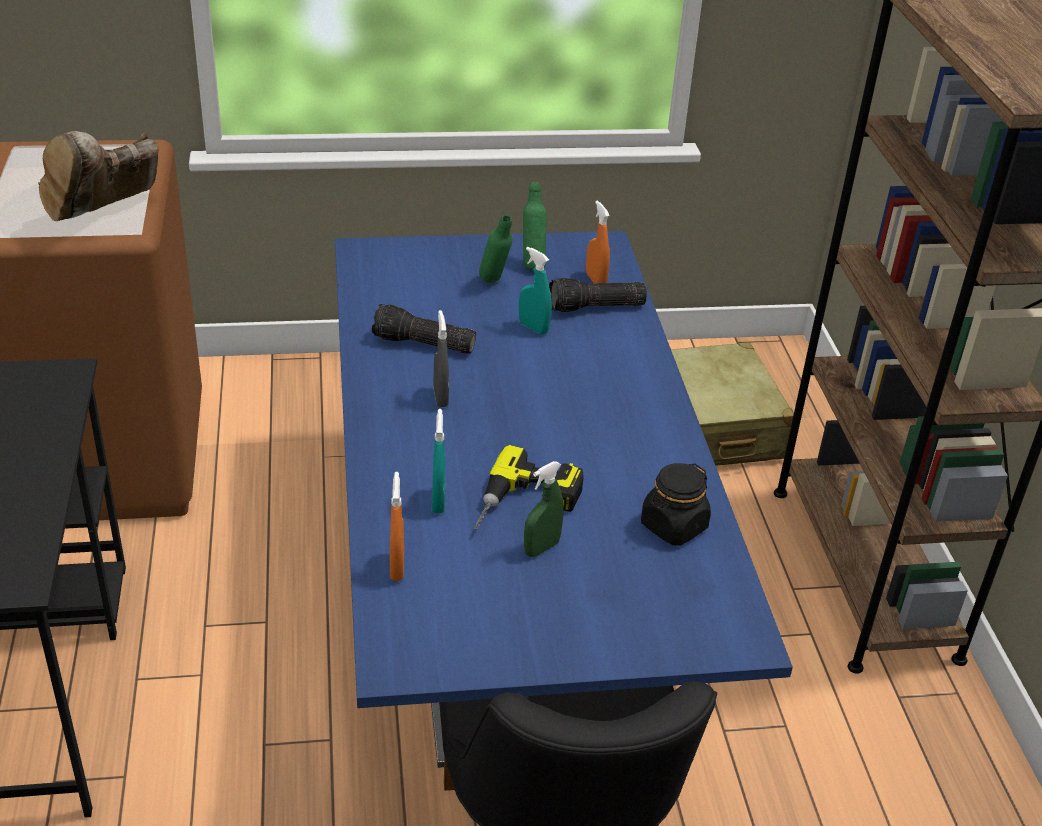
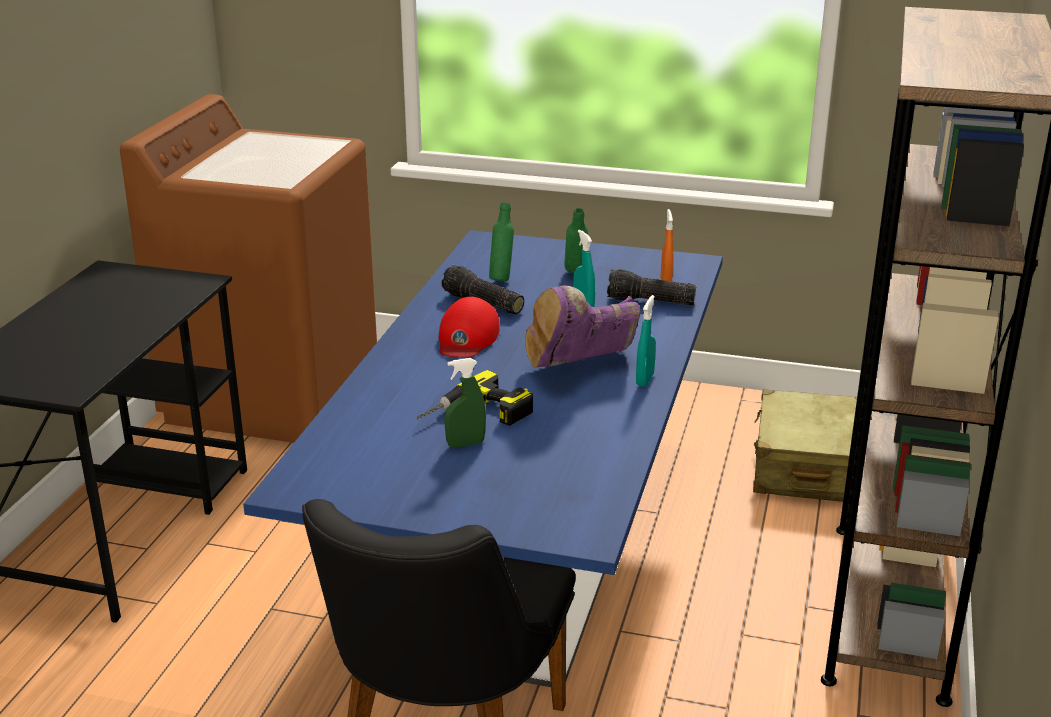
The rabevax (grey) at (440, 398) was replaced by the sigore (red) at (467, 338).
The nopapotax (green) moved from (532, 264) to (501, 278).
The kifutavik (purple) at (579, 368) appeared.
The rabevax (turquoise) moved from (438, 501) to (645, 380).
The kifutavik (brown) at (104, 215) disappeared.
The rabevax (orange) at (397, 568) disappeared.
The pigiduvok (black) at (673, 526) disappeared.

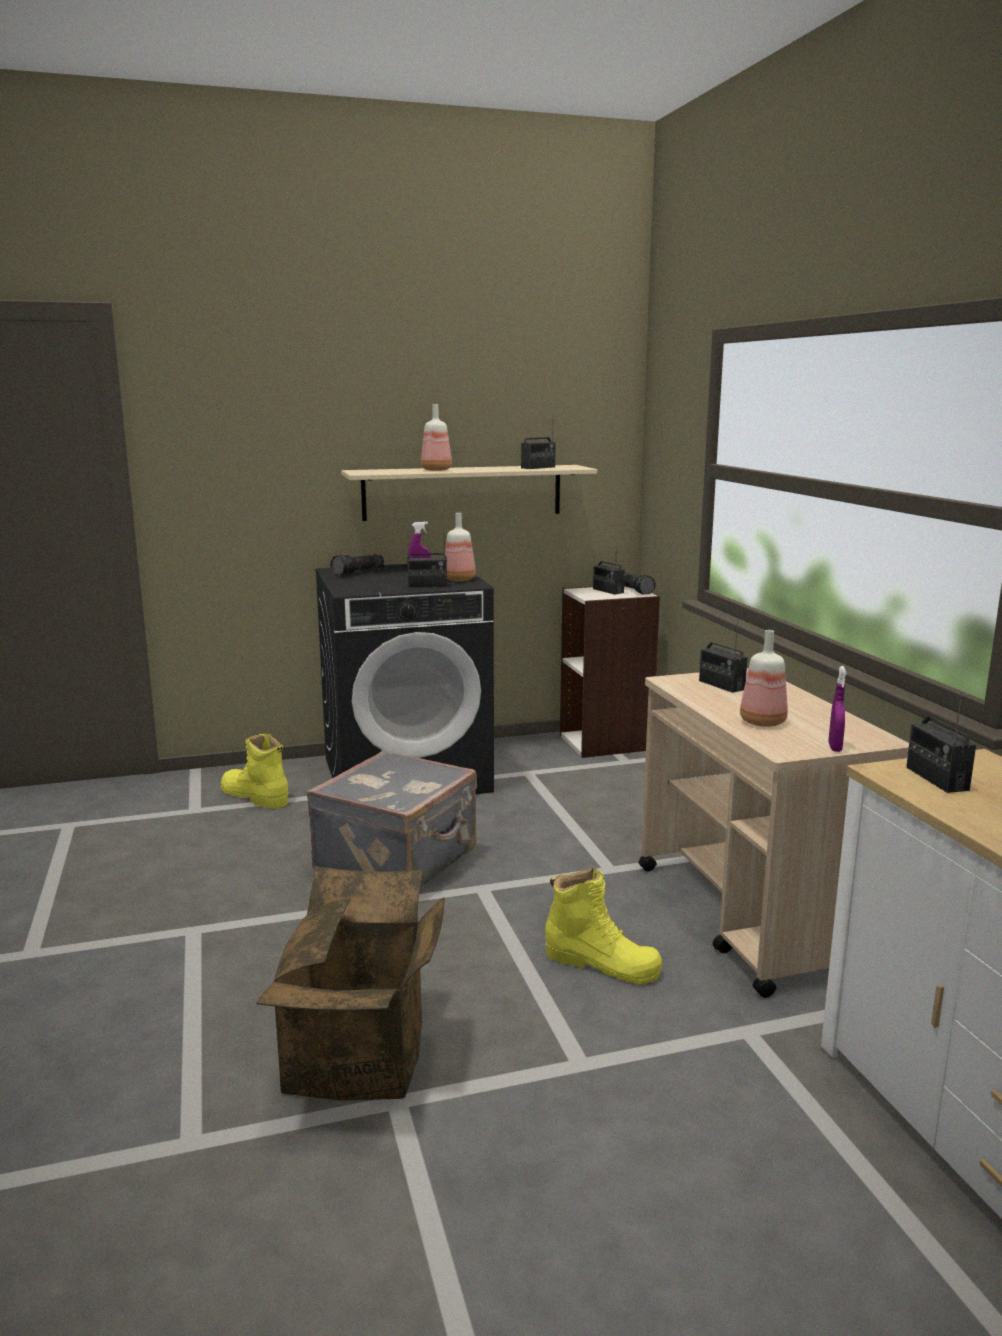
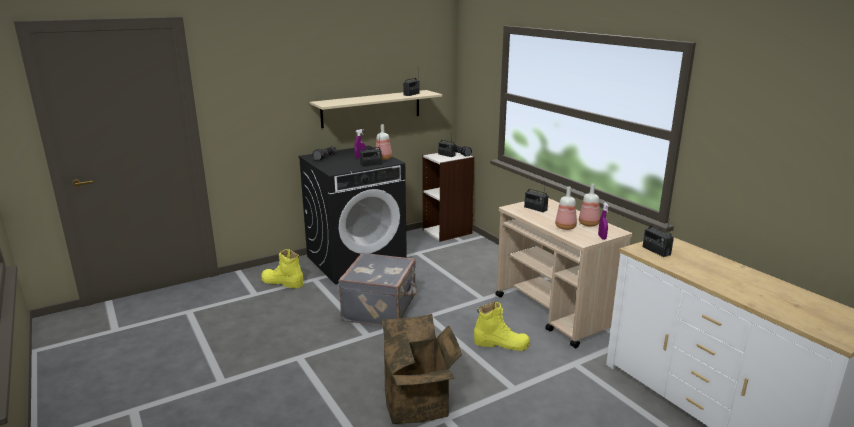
The nopapotax moved from (437, 470) to (589, 224).

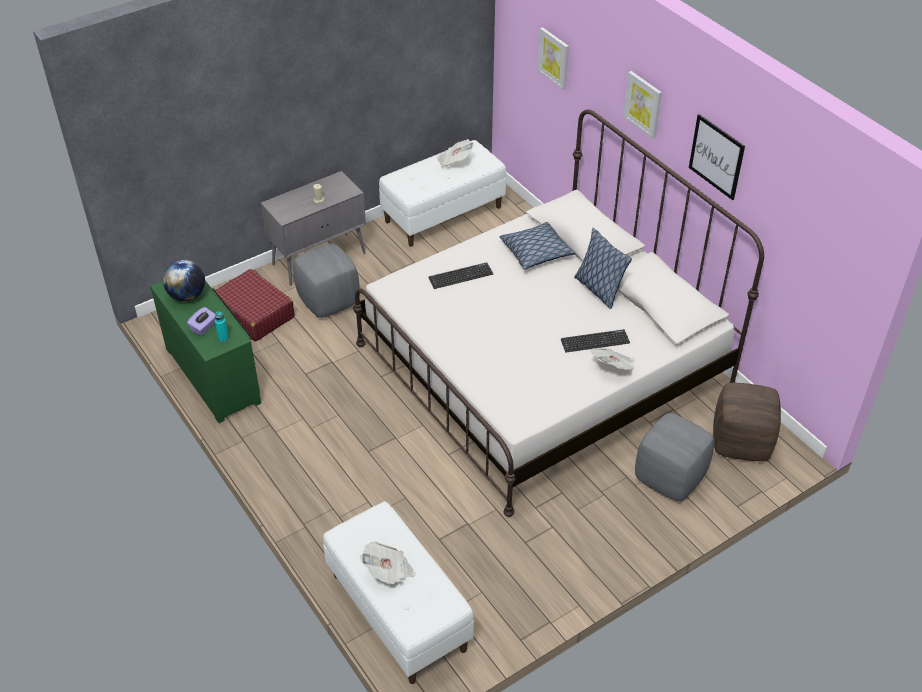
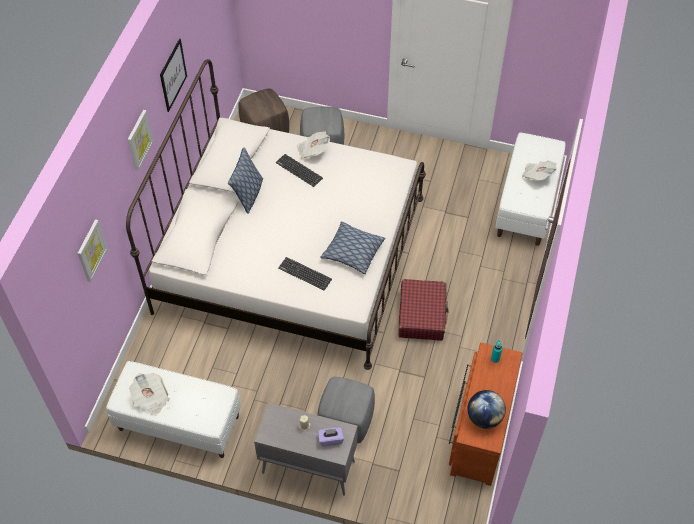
The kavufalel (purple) moved from (204, 327) to (330, 439).
The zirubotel moved from (536, 252) to (352, 252).
The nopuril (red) moved from (254, 314) to (422, 315).
The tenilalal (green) at (215, 374) became the tenilalal (brown) at (478, 431).

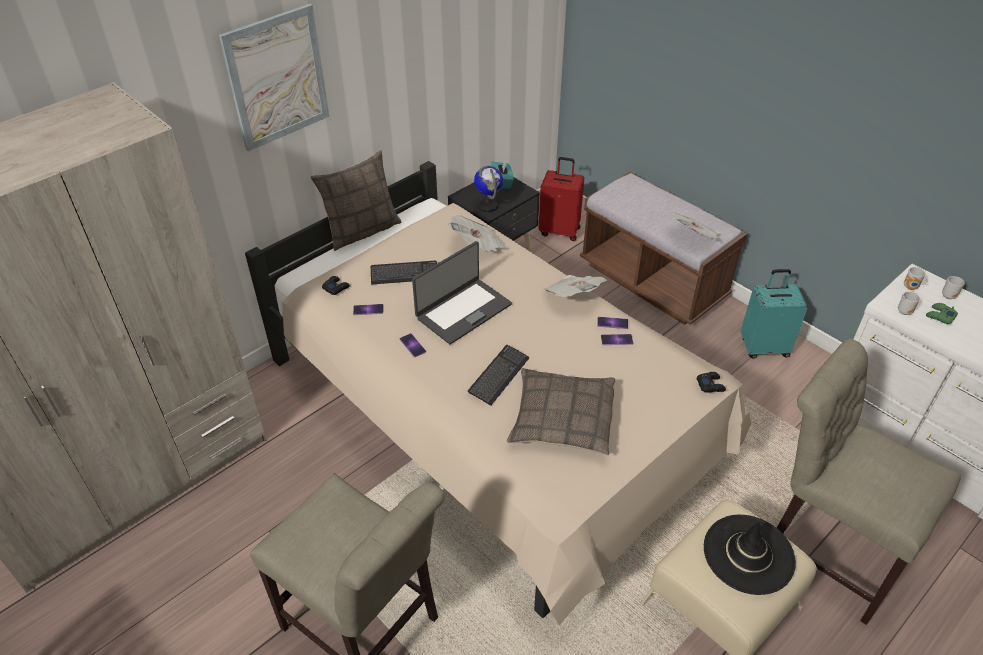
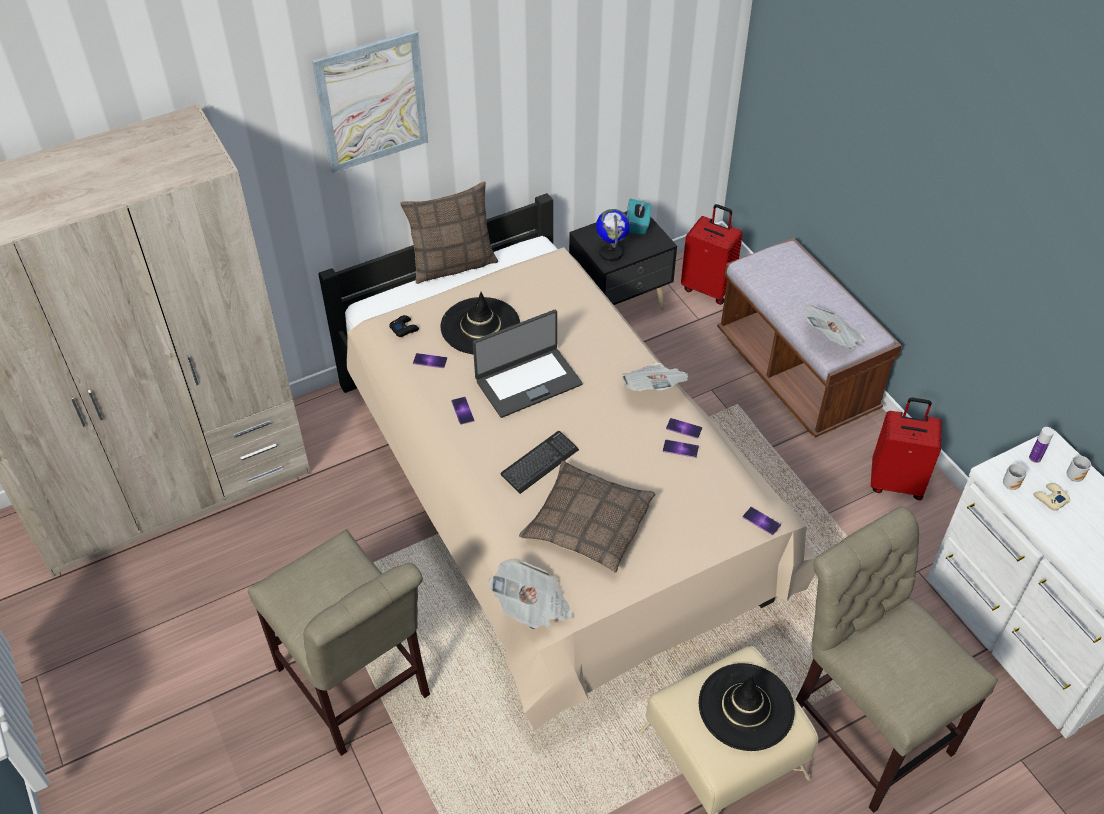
The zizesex at (404, 274) was replaced by the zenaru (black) at (480, 326).
The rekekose moved from (479, 247) to (532, 606).
The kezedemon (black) at (710, 385) was replaced by the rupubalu at (761, 521).
The nopuril (turquoise) at (763, 347) became the nopuril (red) at (896, 482).
The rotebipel at (911, 288) was replaced by the nopapotax at (1034, 458).
The kezedemon (green) at (940, 316) became the kezedemon (beige) at (1050, 499).

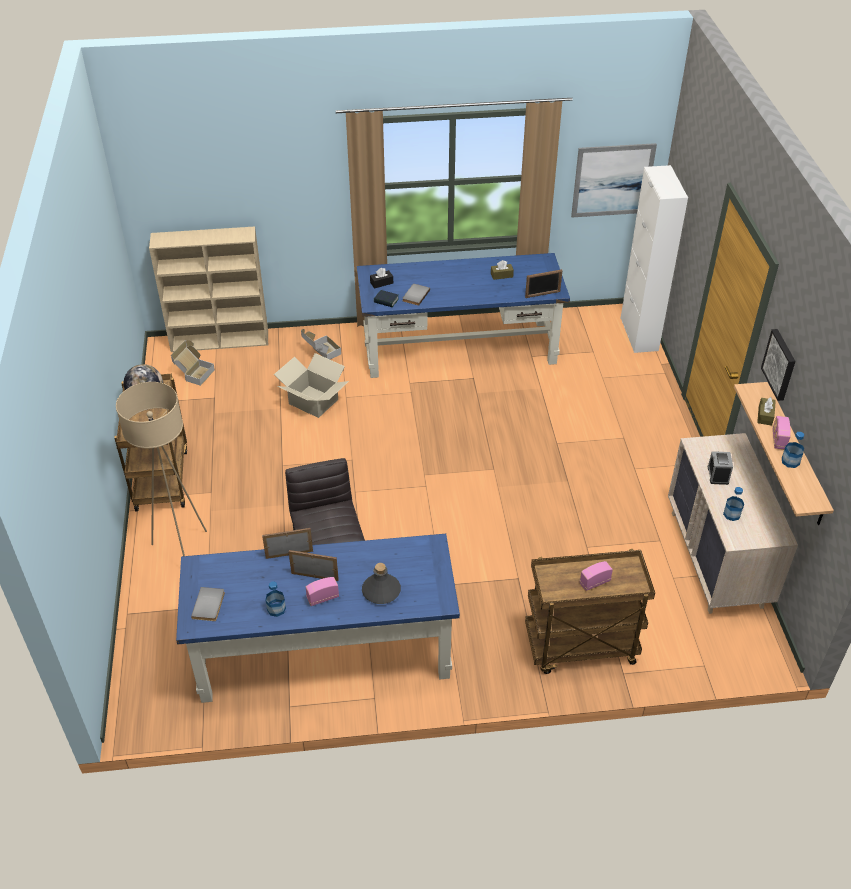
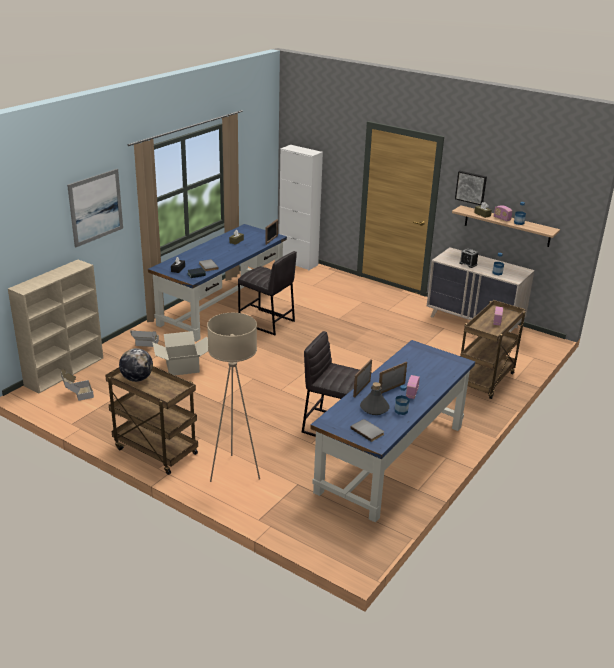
The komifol moved from (612, 180) to (95, 207).
The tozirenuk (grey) at (266, 322) appeared.
The nopapotax (grey) moved from (381, 591) to (374, 408).

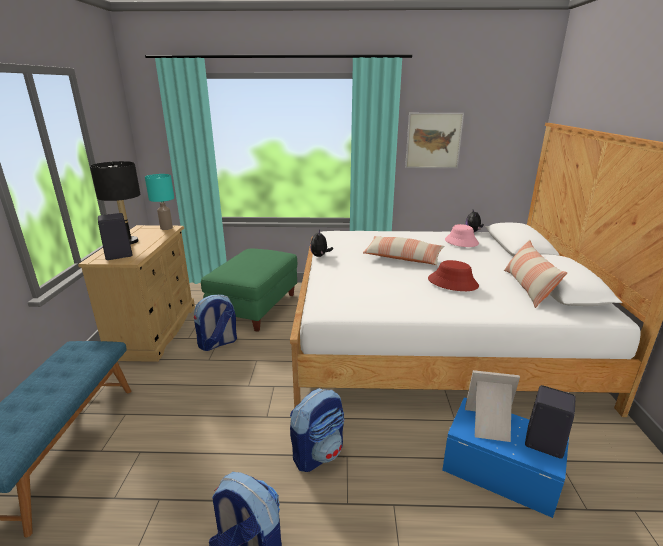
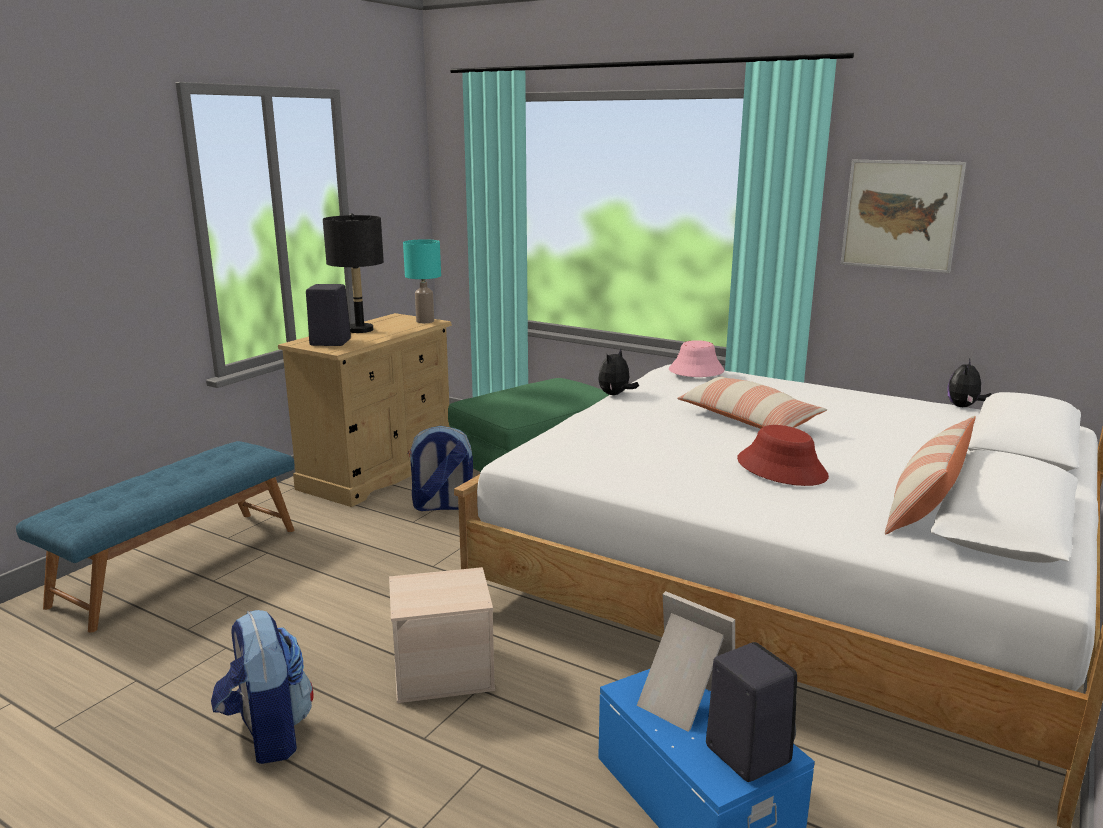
The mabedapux at (318, 453) was replaced by the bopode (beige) at (444, 671).
The zenaru (pink) moved from (461, 242) to (696, 371).

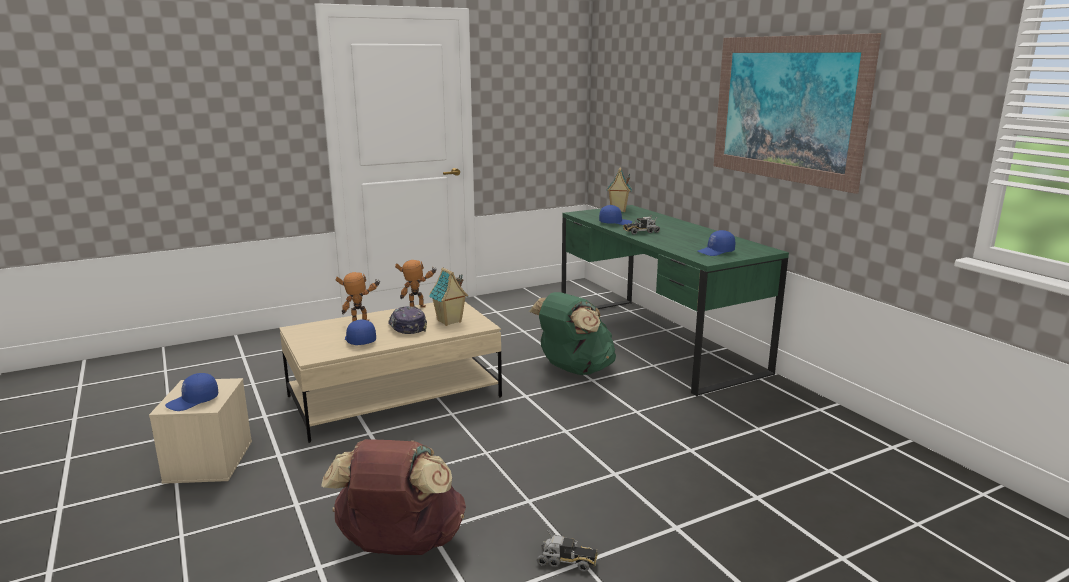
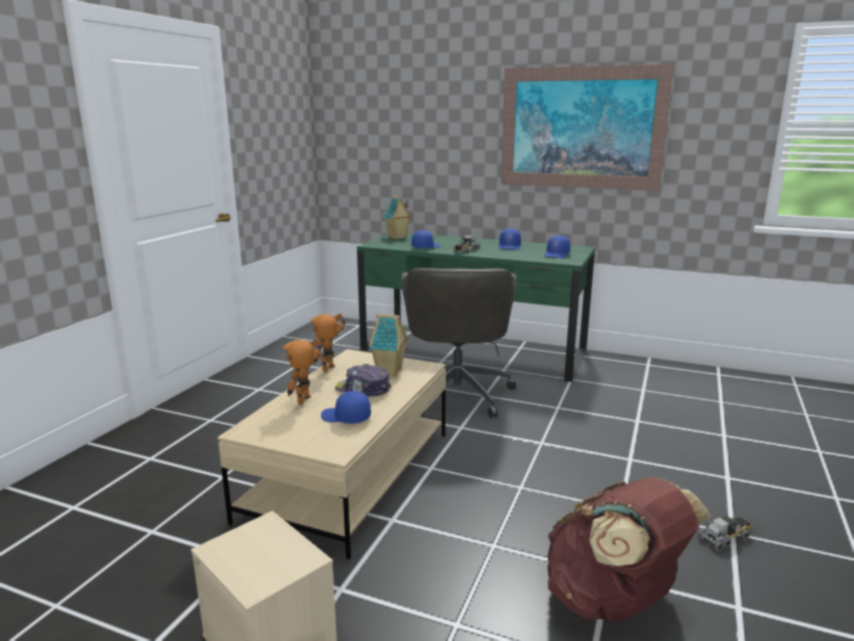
The mabedapux (green) at (574, 370) was replaced by the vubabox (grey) at (457, 392).
The sigore (blue) moved from (193, 401) to (510, 247).

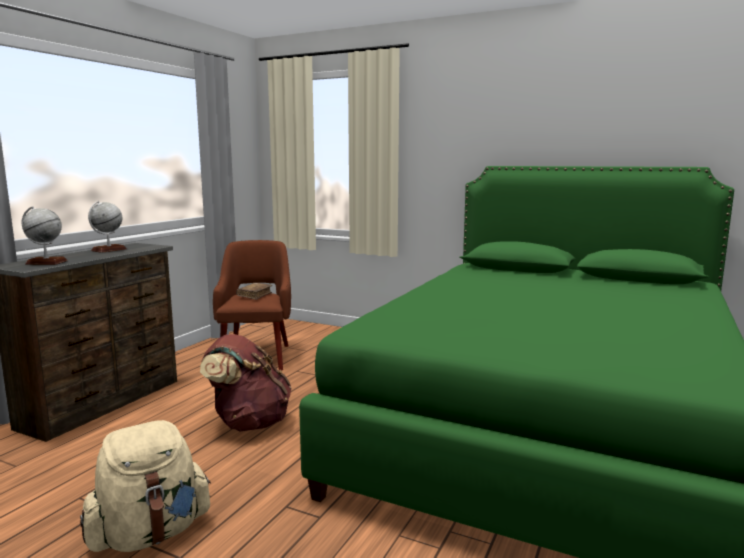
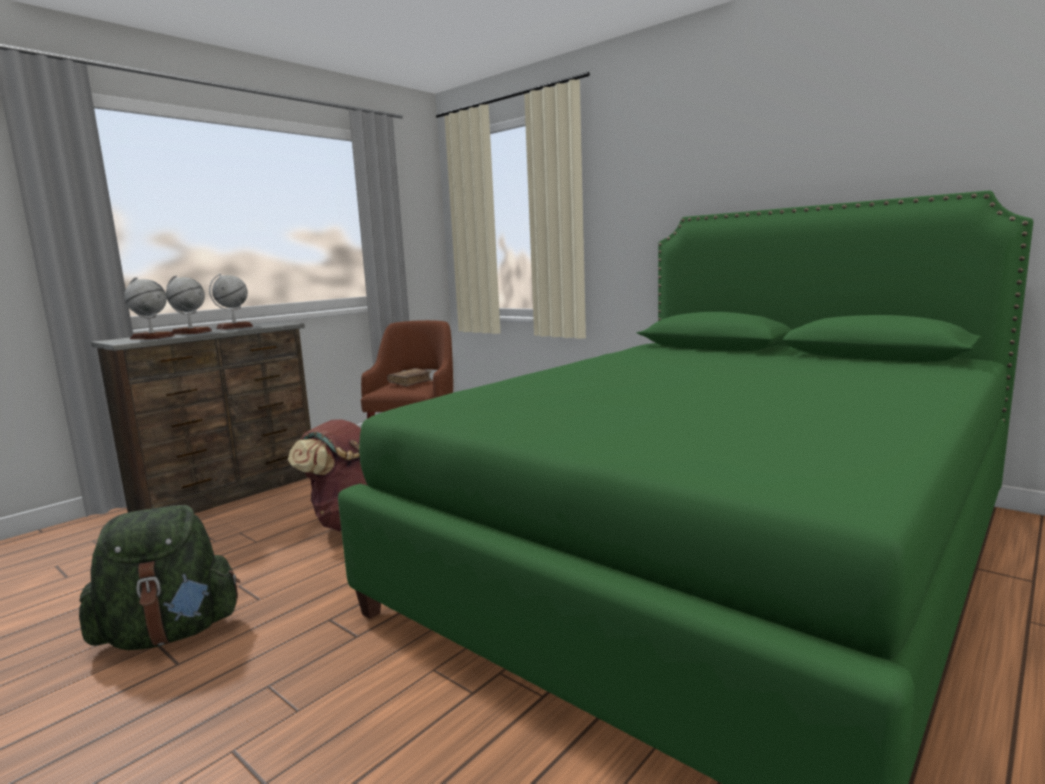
The mabedapux (beige) at (150, 534) became the mabedapux (green) at (169, 633).
The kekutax at (191, 332) appeared.

